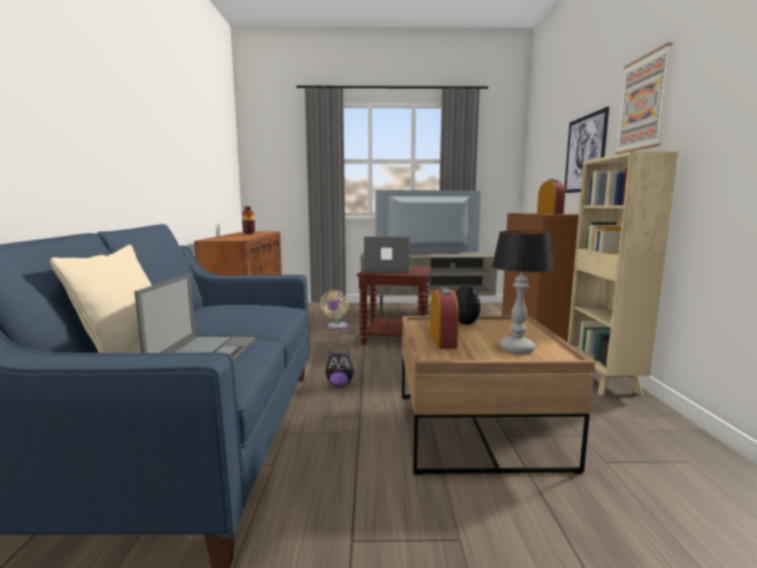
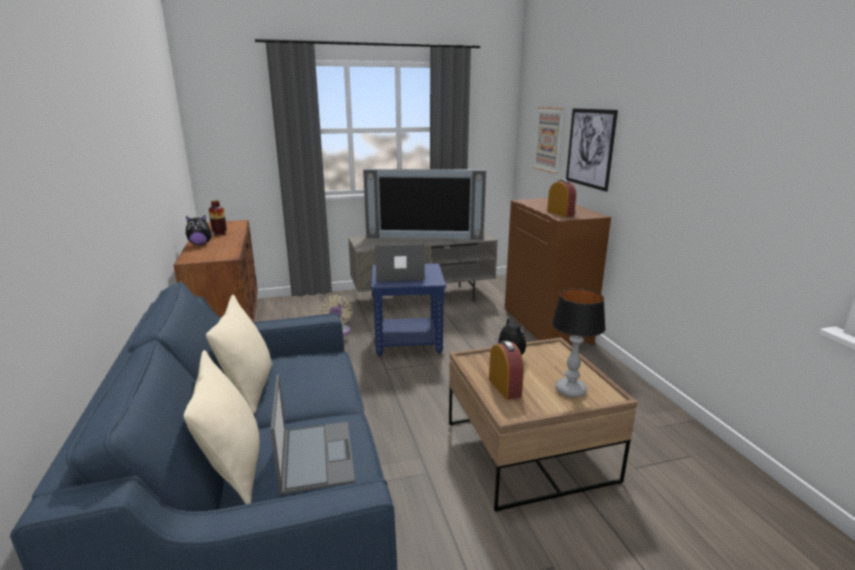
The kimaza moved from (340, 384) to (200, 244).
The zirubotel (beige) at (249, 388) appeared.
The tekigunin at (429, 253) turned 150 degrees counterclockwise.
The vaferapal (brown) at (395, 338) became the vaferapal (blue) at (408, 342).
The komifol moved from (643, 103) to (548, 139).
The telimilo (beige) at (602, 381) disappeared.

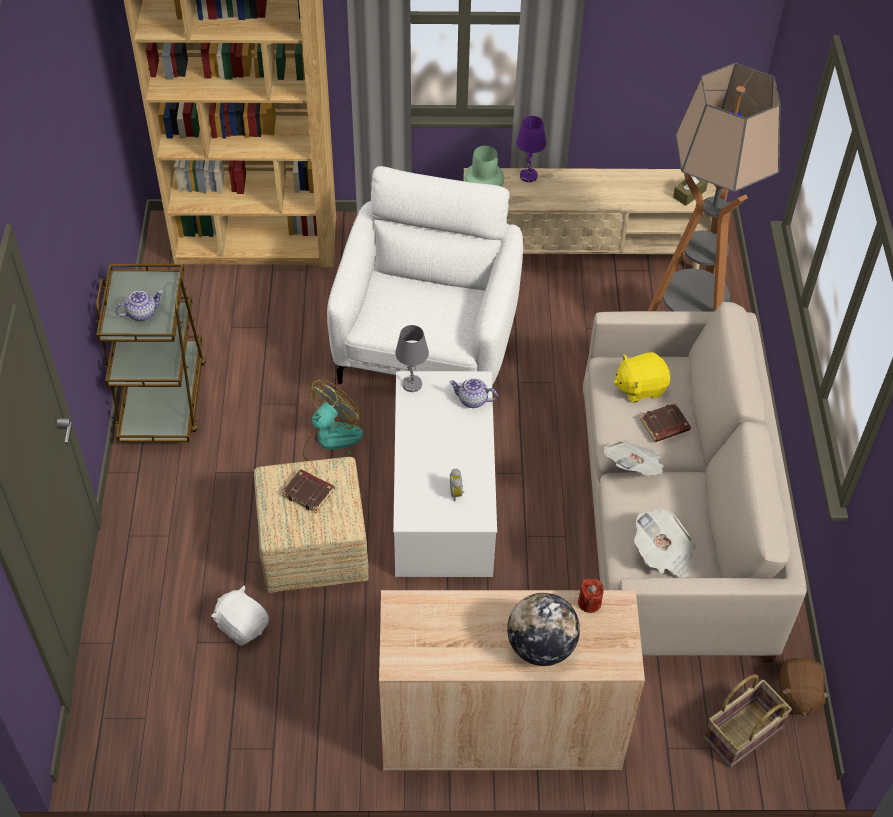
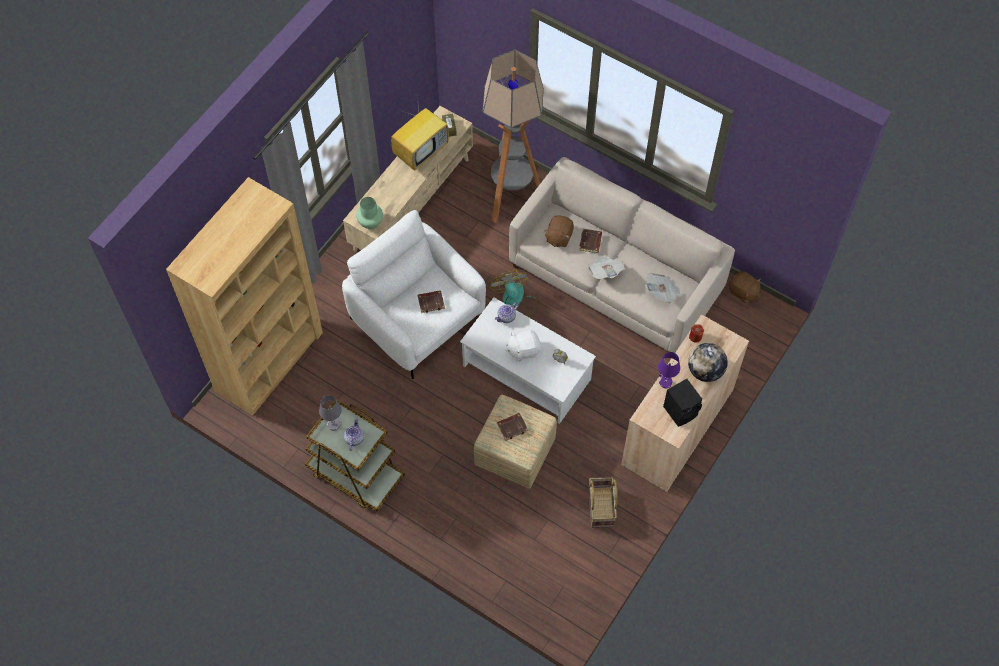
The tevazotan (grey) moved from (411, 384) to (333, 424).
The tekigunin at (421, 151) appeared.
The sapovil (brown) at (431, 302) appeared.
The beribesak moved from (332, 443) to (515, 301).
The kimaza (white) moved from (242, 625) to (523, 350).
The kimaza (yellow) at (640, 387) became the kimaza (brown) at (558, 237).
The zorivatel moved from (743, 735) to (602, 507).
The tevazotan (purple) moved from (528, 175) to (665, 382).
The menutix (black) at (681, 411) appeared.

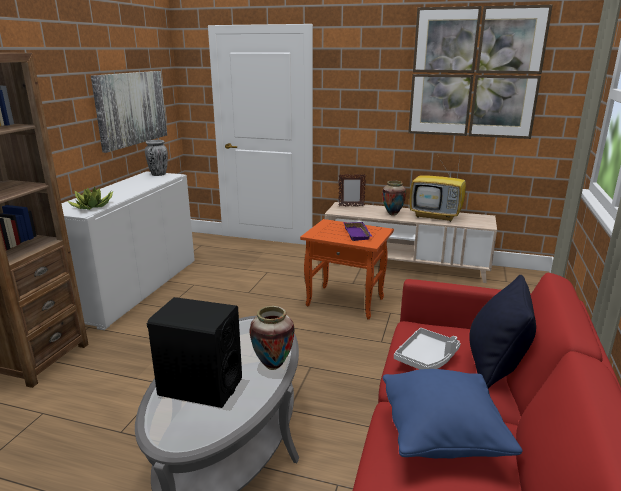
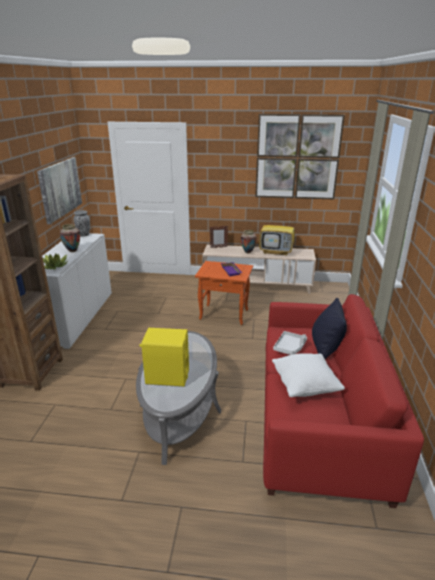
The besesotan moved from (273, 365) to (72, 251).
The menutix (black) at (200, 387) became the menutix (yellow) at (167, 377).
The zirubotel (blue) at (442, 436) became the zirubotel (white) at (305, 386).

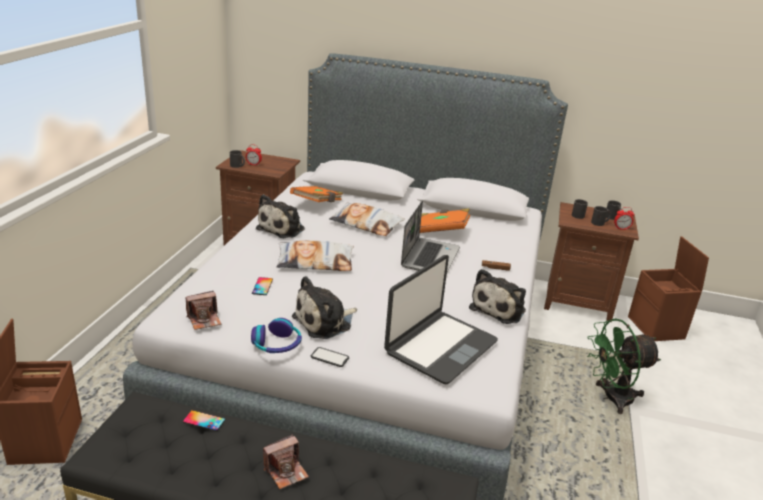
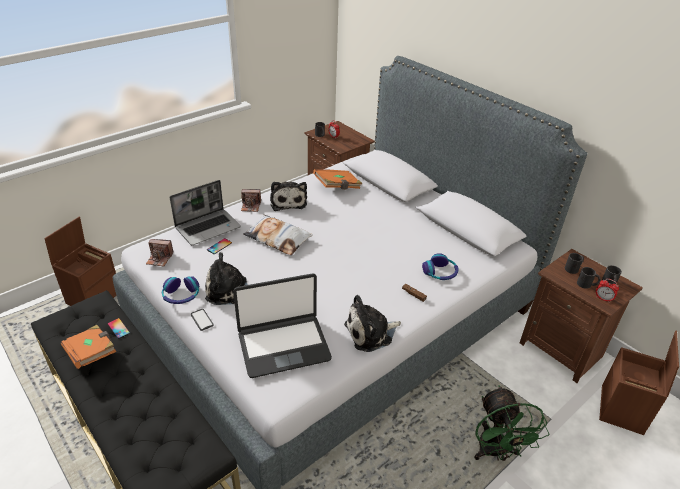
The sapovil (orange) moved from (440, 231) to (92, 354).
The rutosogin moved from (429, 257) to (208, 227).
The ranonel moved from (286, 471) to (251, 206).
The kimaza at (283, 228) turned 75 degrees counterclockwise.
The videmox at (440, 272) appeared.
The beribesak (green) at (611, 398) turned 120 degrees counterclockwise.
The zirubotel at (366, 224) disappeared.

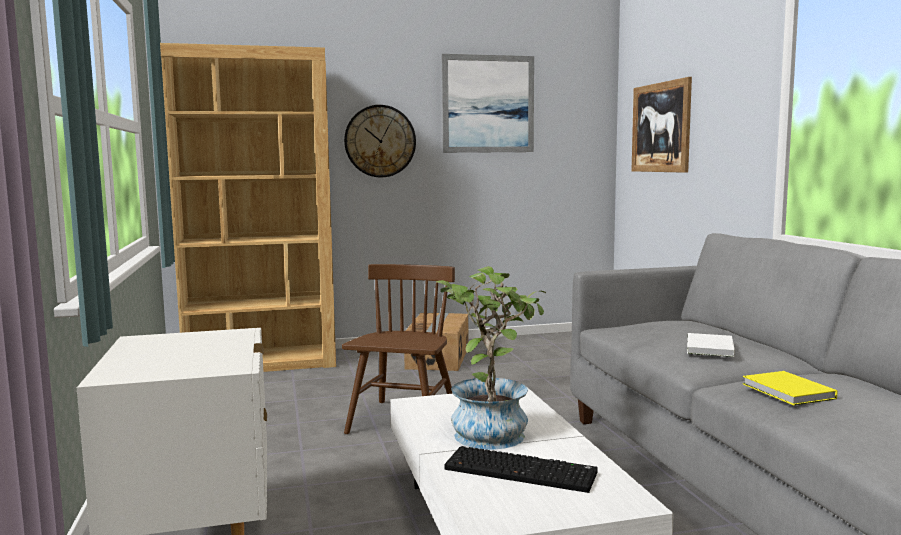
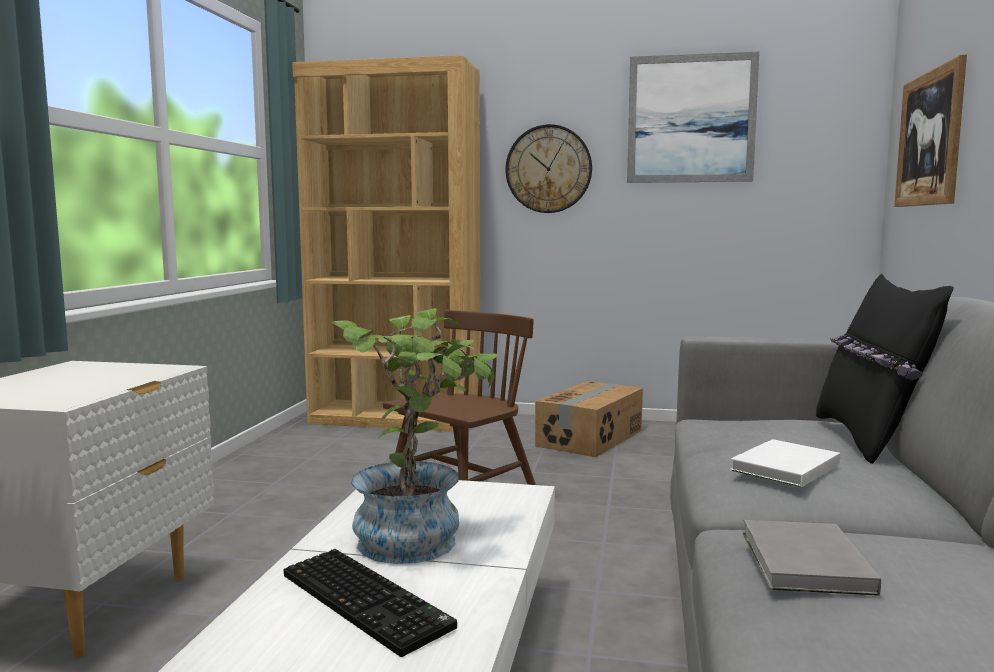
The sapovil (yellow) at (788, 392) became the sapovil (grey) at (804, 564).
The zirubotel (black) at (869, 439) appeared.

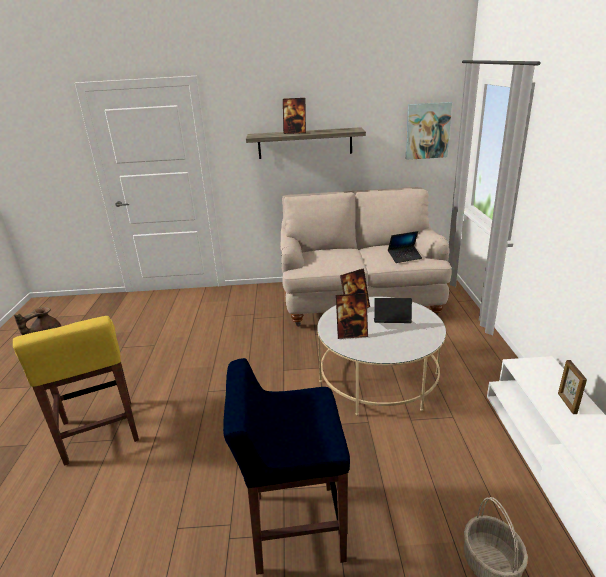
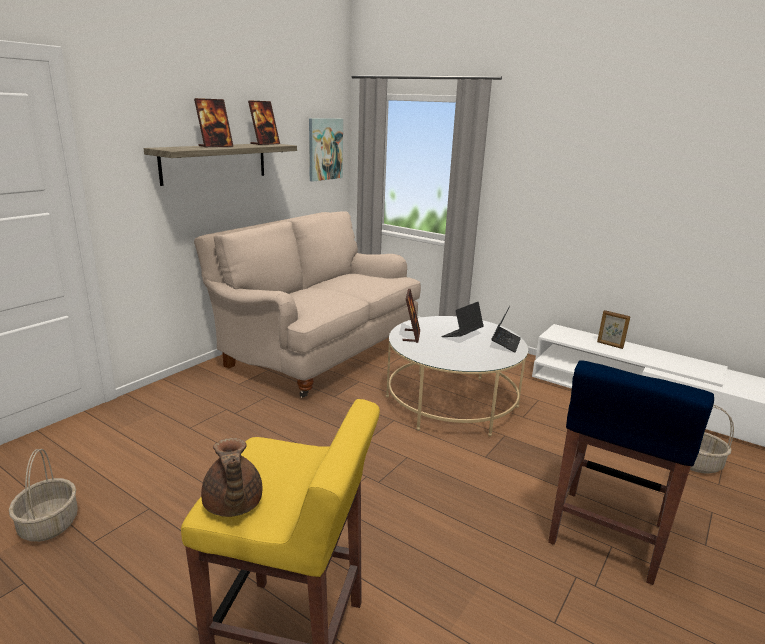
The zorivatel at (48, 524) appeared.
The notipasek moved from (352, 334) to (265, 144).
The rutosogin moved from (404, 257) to (505, 343).

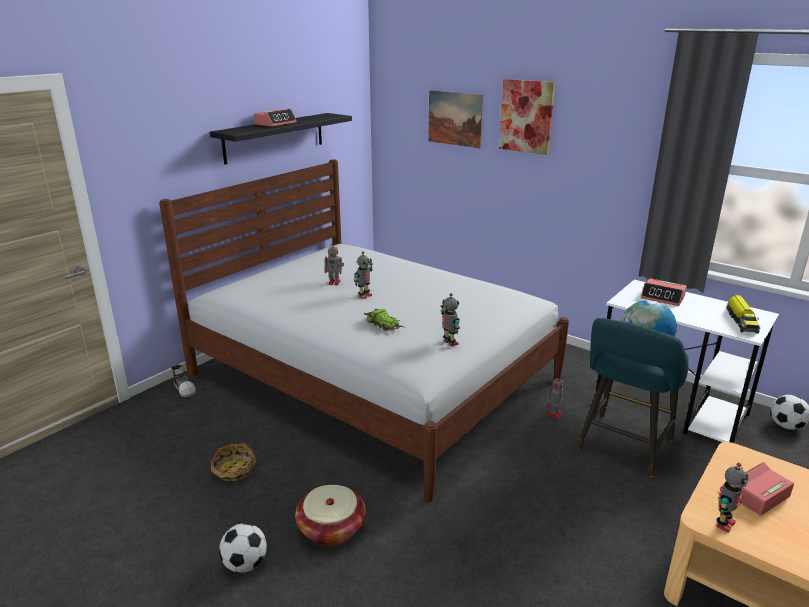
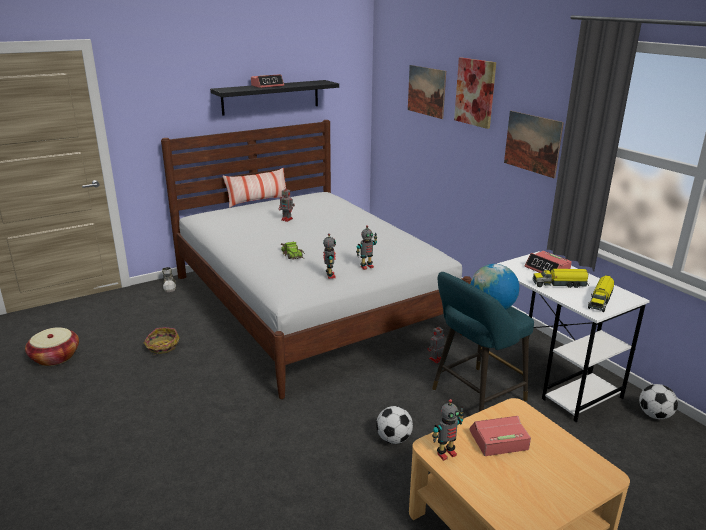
The zorivatel moved from (331, 528) to (55, 357).
The zirubotel at (257, 201) appeared.
The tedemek moved from (364, 296) to (366, 267).
The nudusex moved from (245, 564) to (393, 439).
The komifol at (532, 143) appeared.
The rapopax at (560, 284) appeared.

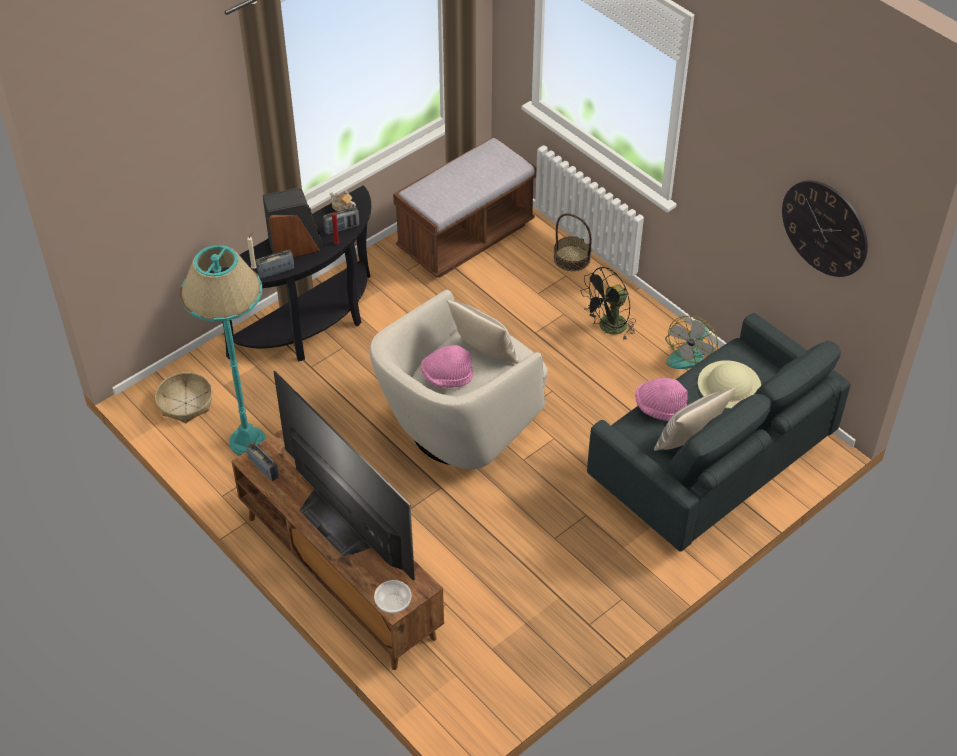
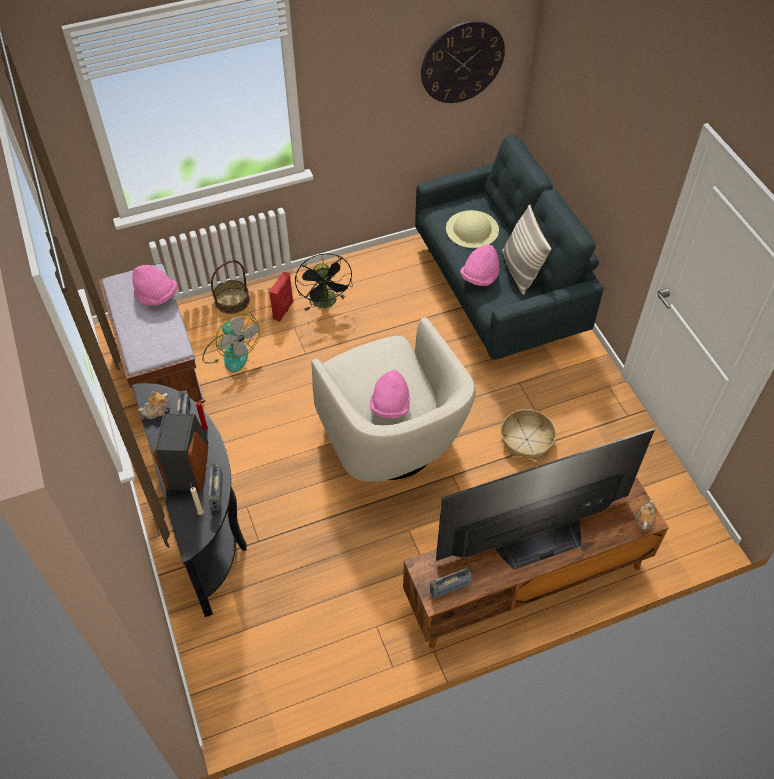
The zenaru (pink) at (156, 296) appeared.
The beribesak moved from (689, 353) to (231, 352).
The menutix (red) at (284, 310) appeared.
The zorivatel moved from (186, 403) to (526, 439).
The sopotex at (393, 602) was replaced by the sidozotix at (644, 520).
The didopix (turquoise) at (247, 441) disappeared.
The zirubotel at (484, 353) disappeared.

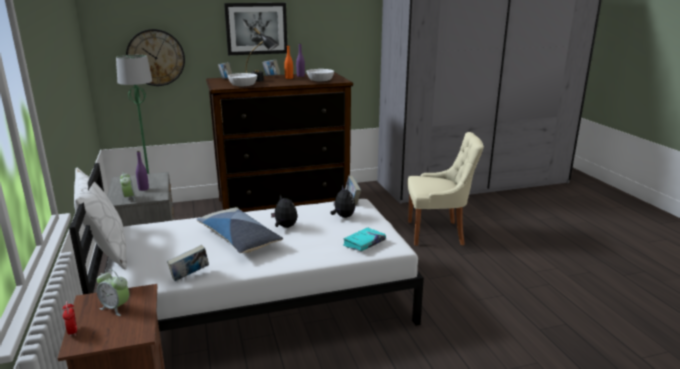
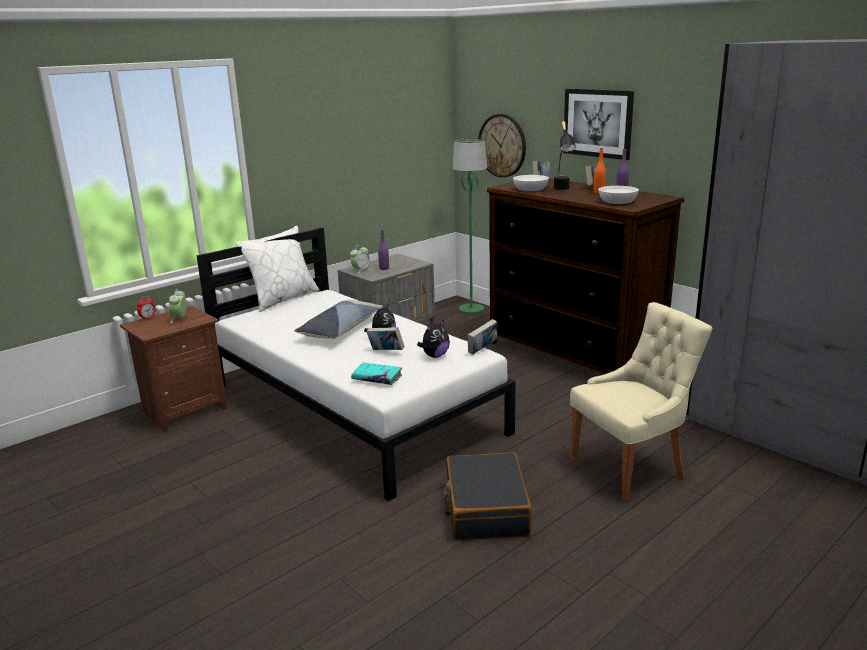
The sapovil moved from (190, 276) to (386, 352).
The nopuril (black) at (485, 509) appeared.
The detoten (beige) at (438, 233) turned 90 degrees counterclockwise.

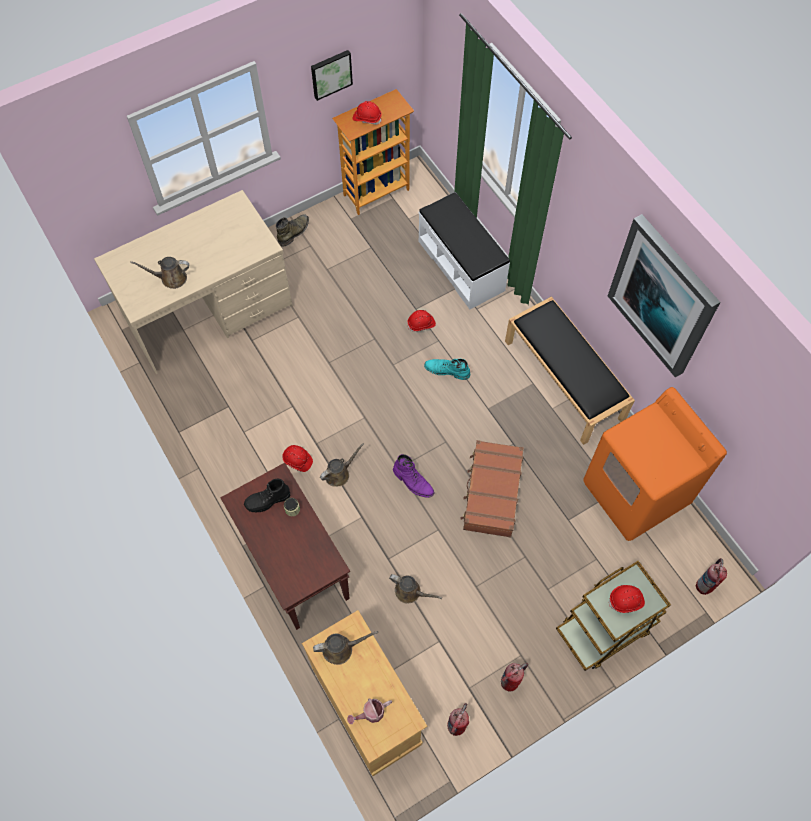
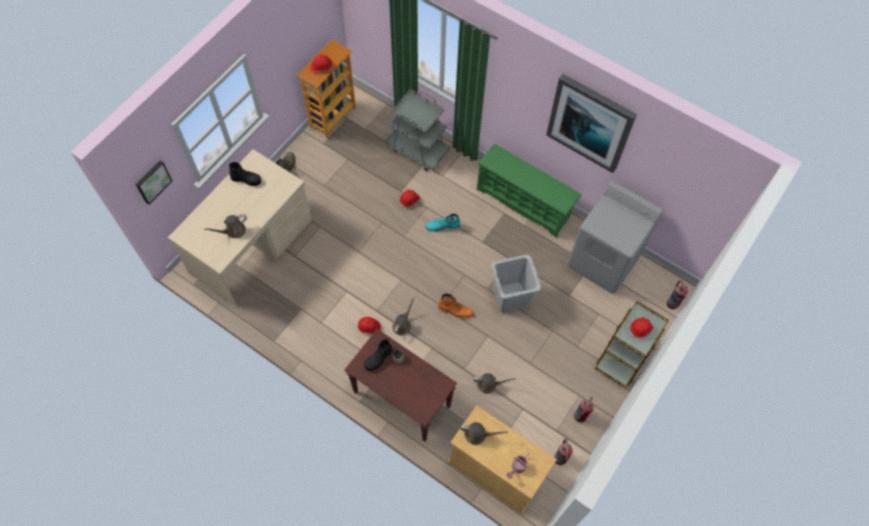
The komifol moved from (331, 73) to (152, 181).
The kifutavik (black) at (246, 179) appeared.
The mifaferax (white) at (461, 265) was replaced by the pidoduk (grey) at (418, 149).
The kifutavik (purple) at (413, 482) became the kifutavik (orange) at (455, 310).
The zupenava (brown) at (341, 648) turned 45 degrees clockwise.
The mifaferax (black) at (565, 380) was replaced by the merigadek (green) at (524, 203).
The nopuril (brown) at (491, 493) was replaced by the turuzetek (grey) at (511, 297).
The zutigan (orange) at (635, 493) became the zutigan (grey) at (603, 261).

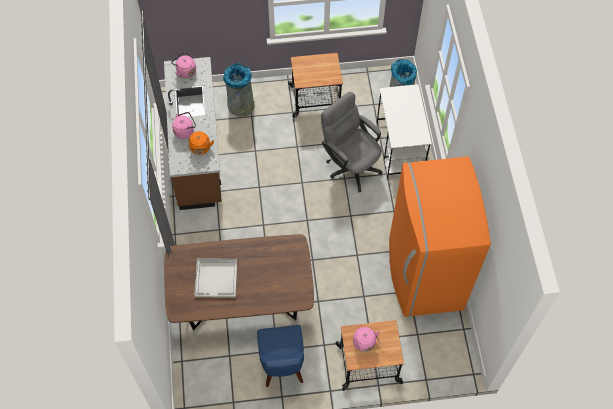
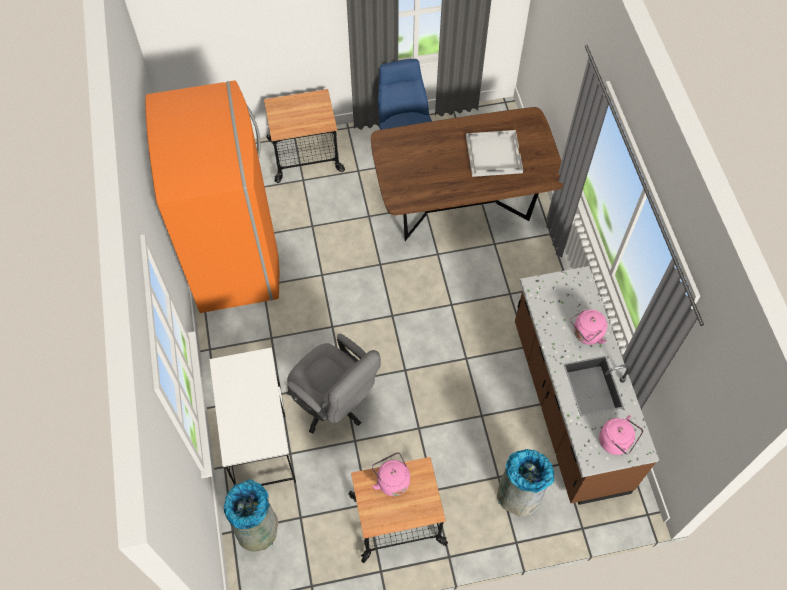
The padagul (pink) moved from (365, 343) to (391, 480).
The padagul (orange) at (200, 149) disappeared.

